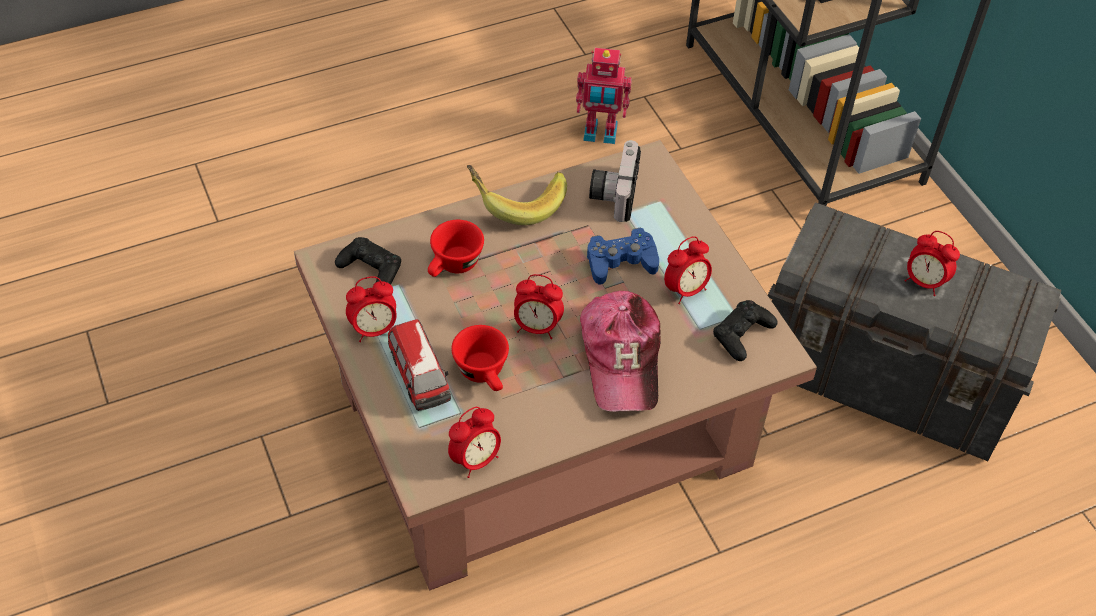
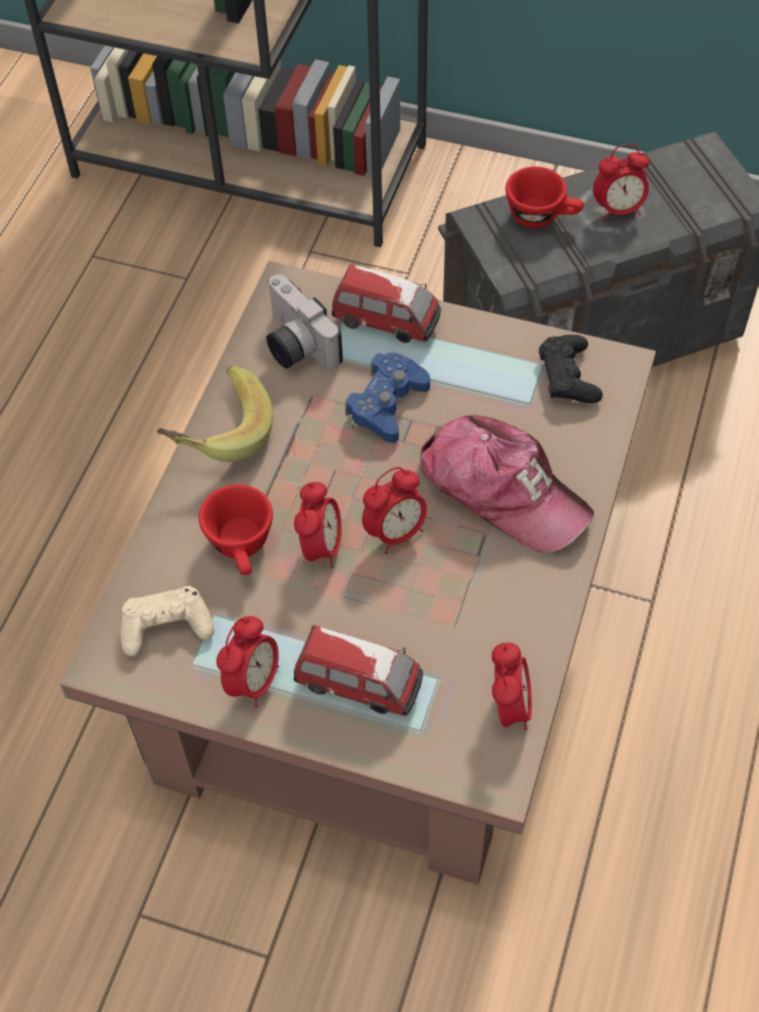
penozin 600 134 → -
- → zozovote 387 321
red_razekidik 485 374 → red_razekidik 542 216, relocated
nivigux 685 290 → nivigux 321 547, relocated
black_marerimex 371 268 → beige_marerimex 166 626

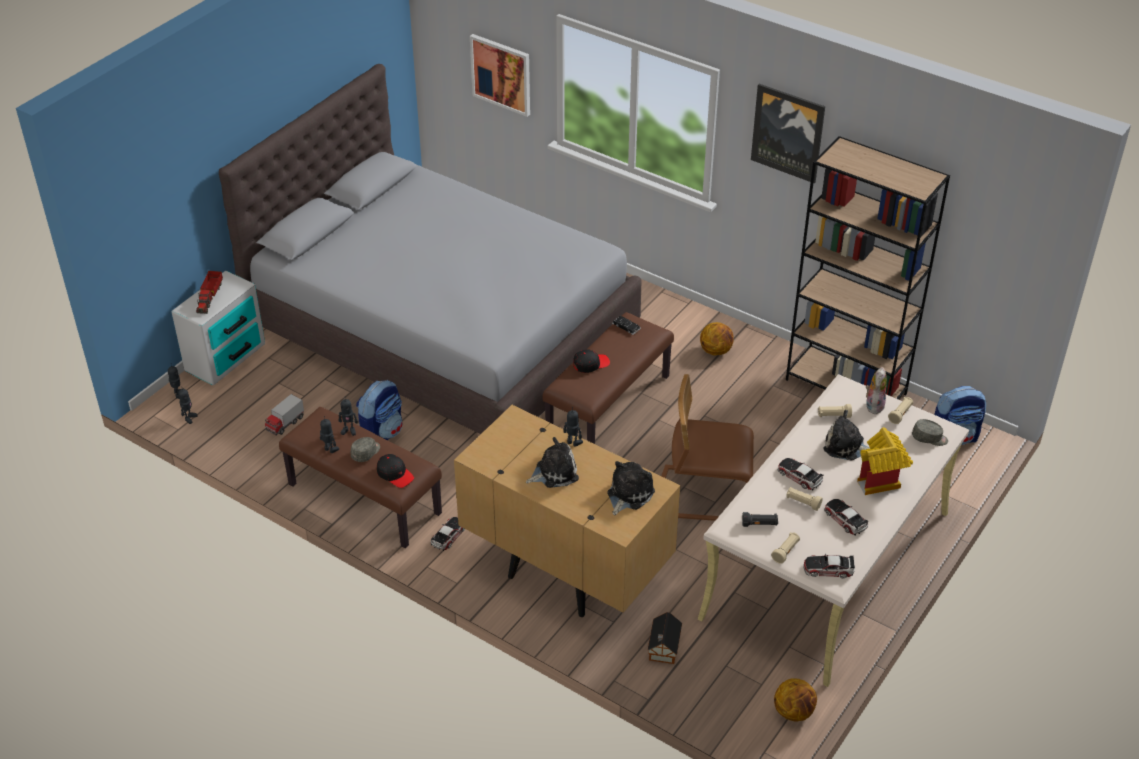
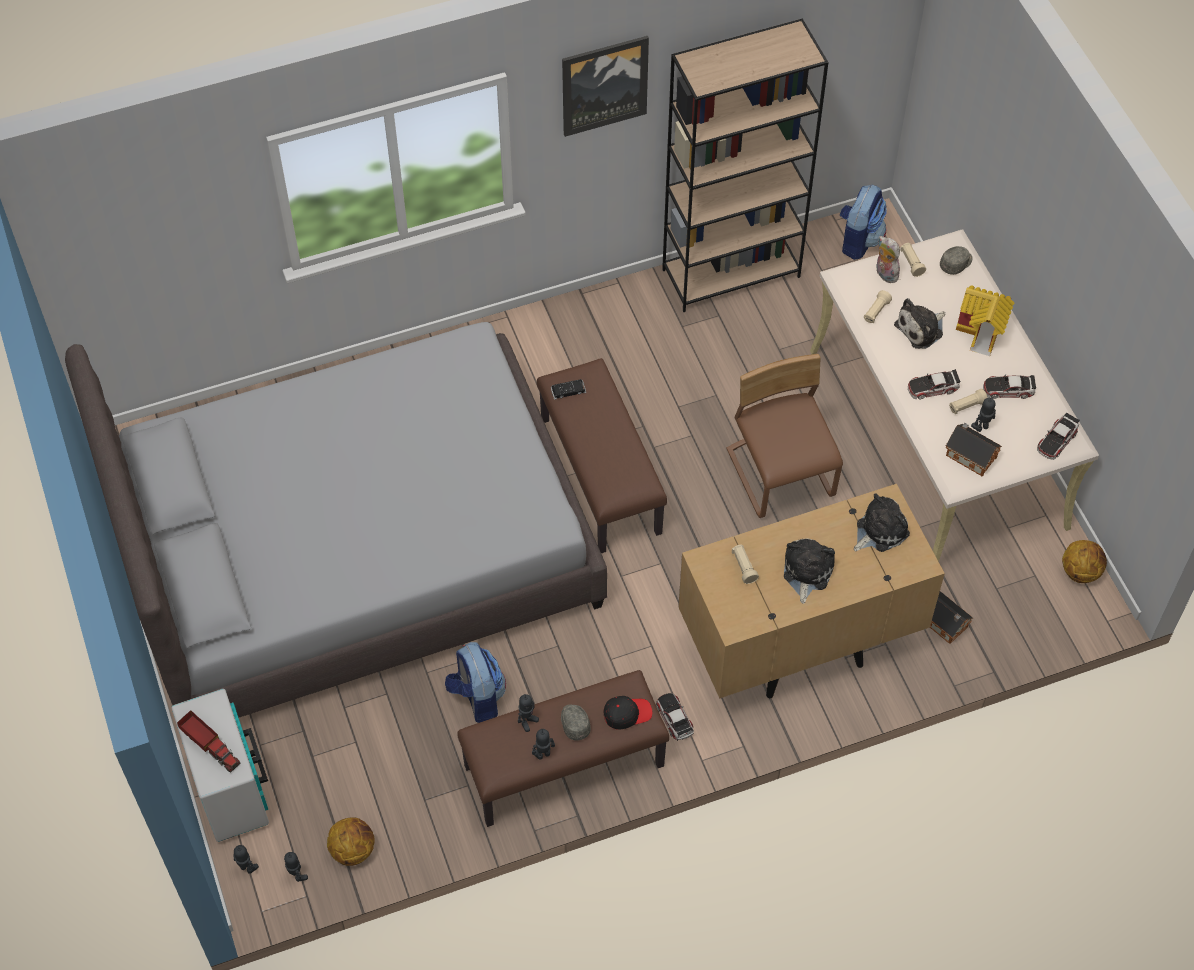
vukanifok 285 424 → -
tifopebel 501 74 → -
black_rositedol 590 364 → -
penozin 573 443 → penozin 982 427, relocated
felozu 716 350 → felozu 353 849, relocated
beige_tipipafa 786 551 → beige_tipipafa 743 567, relocated
black_tipipafa 759 524 → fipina 969 455
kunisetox 628 494 → kunisetox 879 530, 75 degrees clockwise
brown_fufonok 703 494 → brown_fufonok 781 474, 120 degrees clockwise

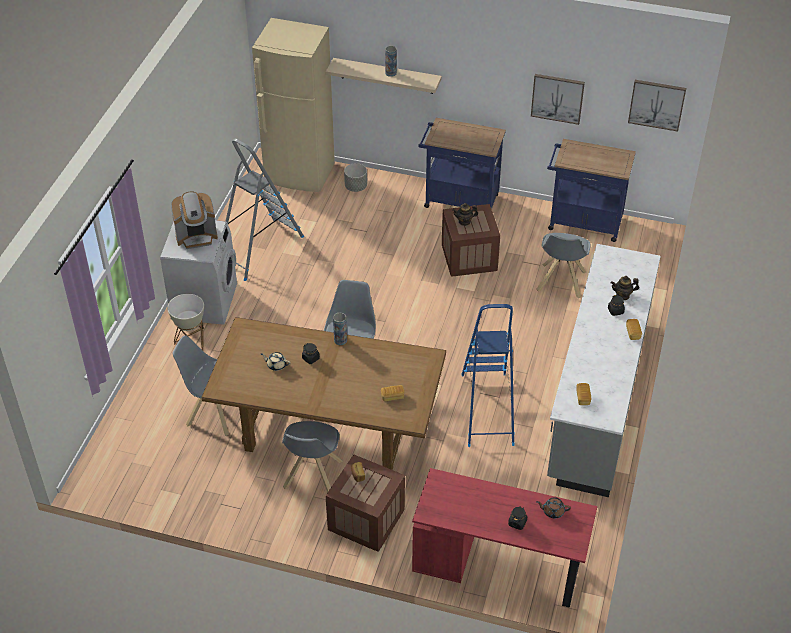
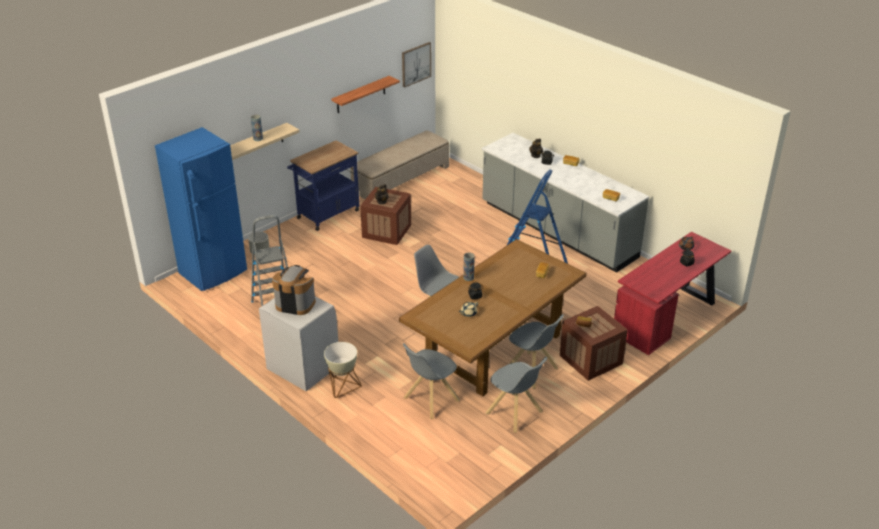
grey_fufonok 560 282 → grey_fufonok 515 413, relocated
tifopebel 557 98 → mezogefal 361 95
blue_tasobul 583 223 → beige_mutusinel 401 178
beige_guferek 299 174 → blue_guferek 213 272
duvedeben 196 236 → duvedeben 295 304, 90 degrees counterclockwise

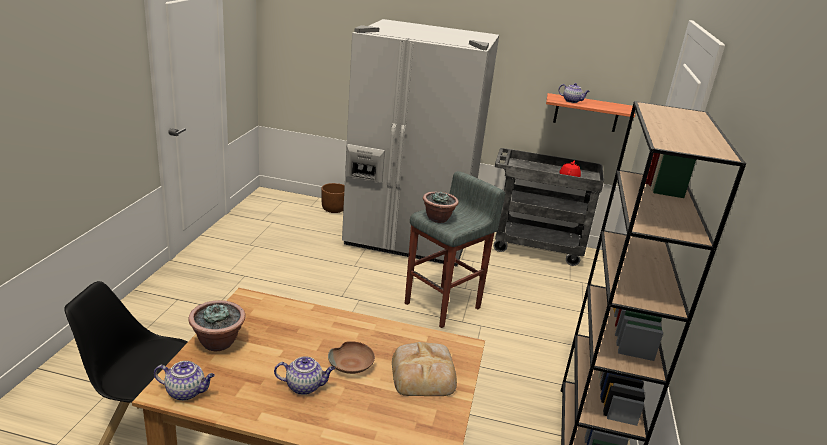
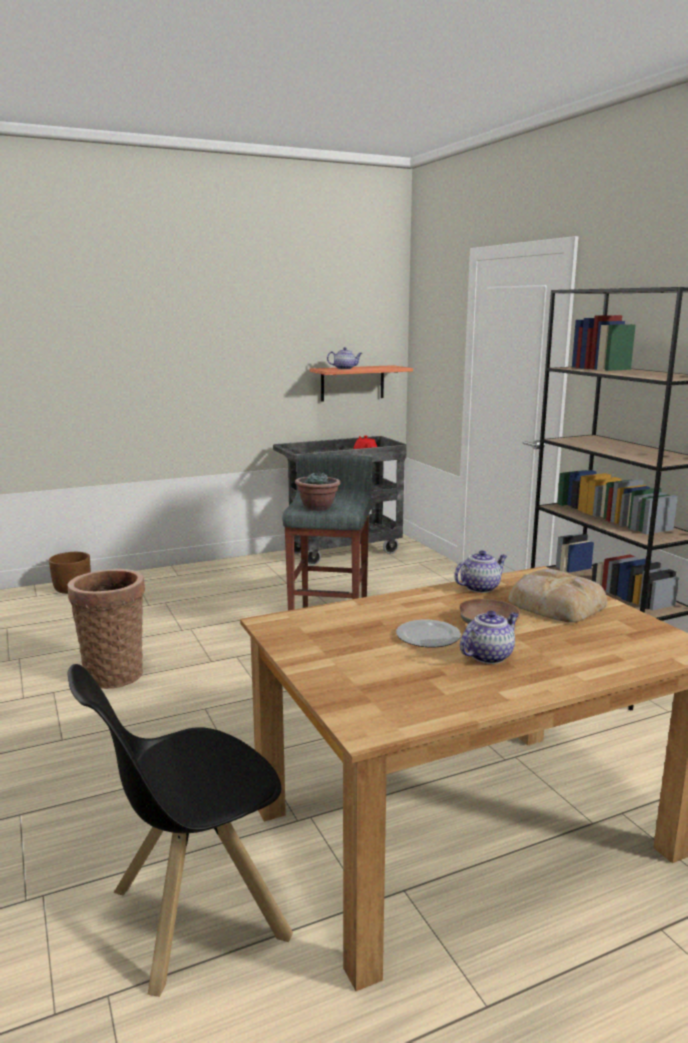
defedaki 218 342 → -
white_guferek 409 238 → -
- → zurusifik 114 673
- → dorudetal 428 637
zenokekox 186 392 → zenokekox 480 587, relocated

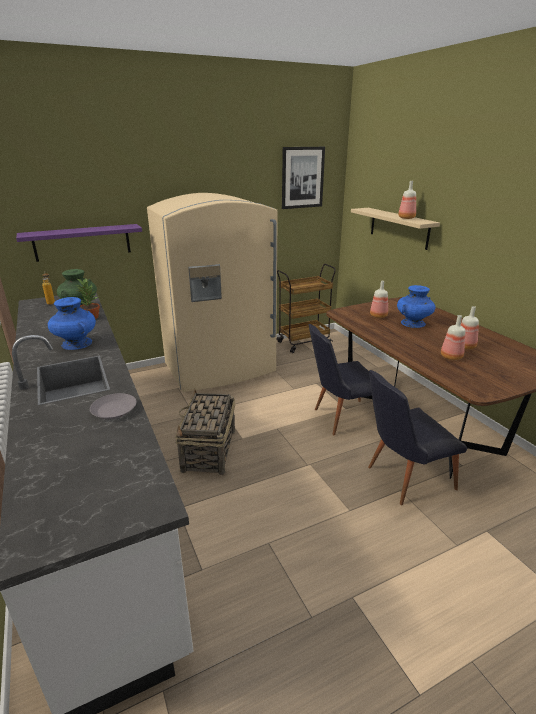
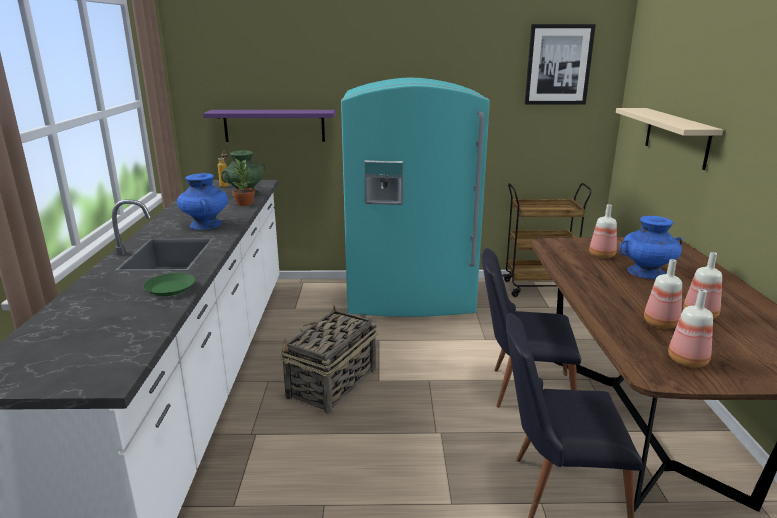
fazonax 407 218 → fazonax 688 361, relocated
grey_dorudetal 114 409 → green_dorudetal 170 288
beige_guferek 220 369 → turquoise_guferek 410 298

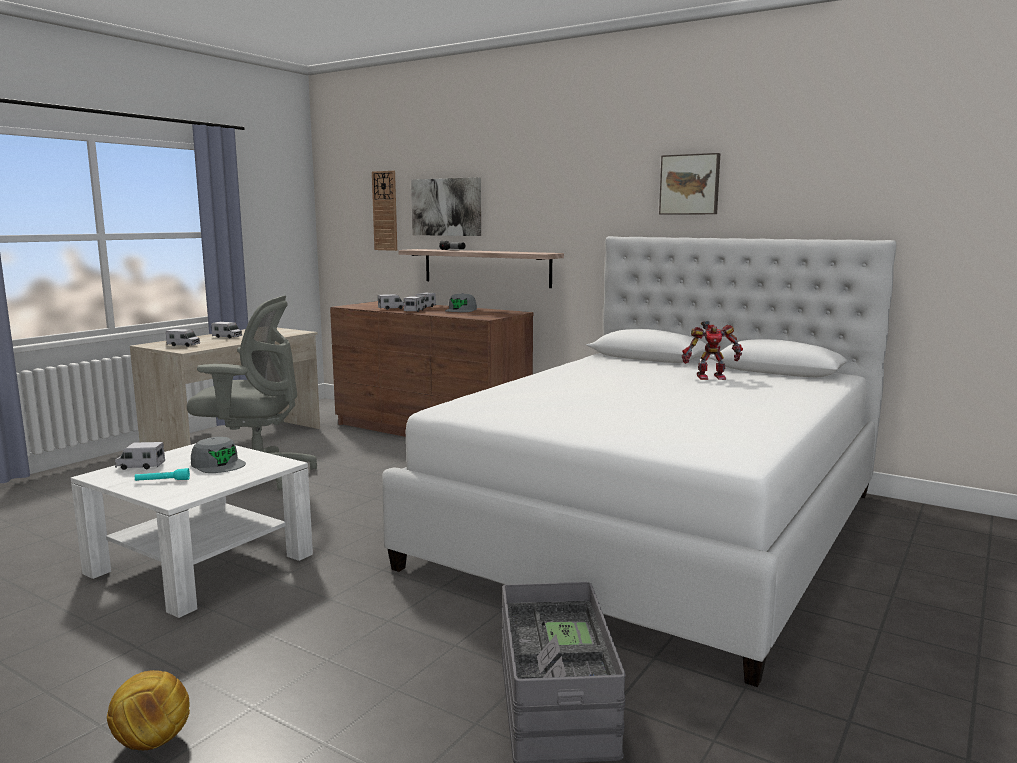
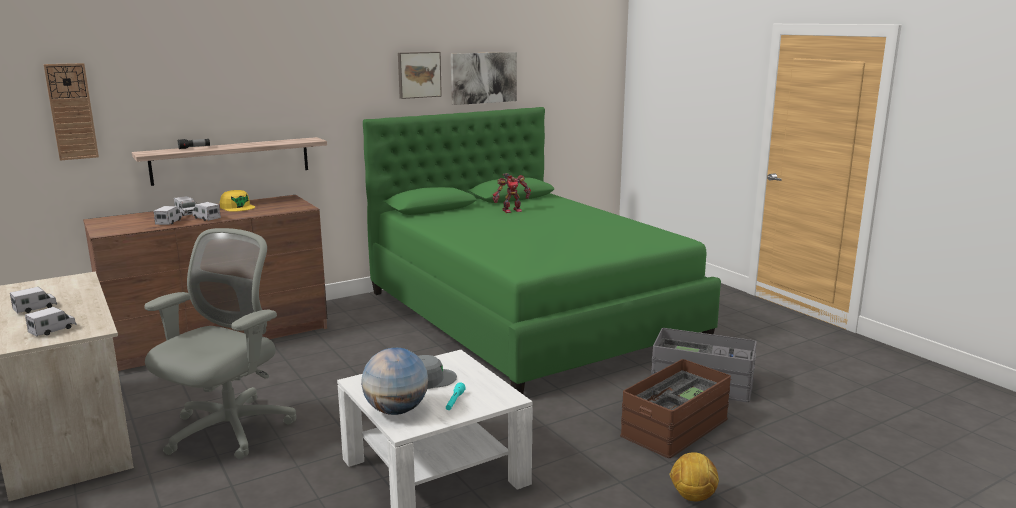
- → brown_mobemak 675 427
tifopebel 447 207 → tifopebel 483 77, relocated
vukanifok 140 466 → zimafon 396 410
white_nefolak 657 528 → green_nefolak 529 315
grey_rositedol 461 310 → yellow_rositedol 237 207
penozin 710 377 → penozin 511 210, 45 degrees clockwise

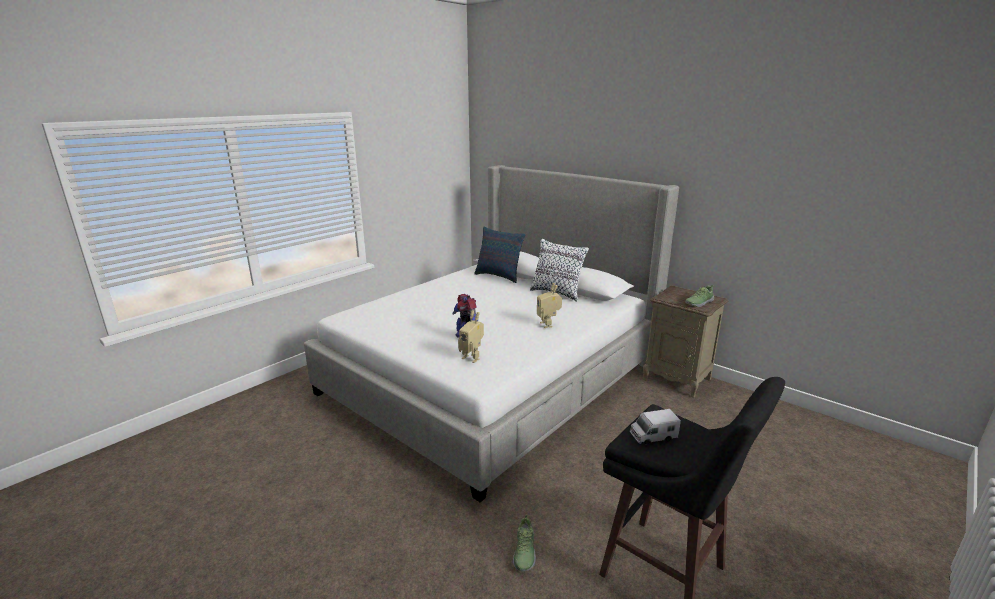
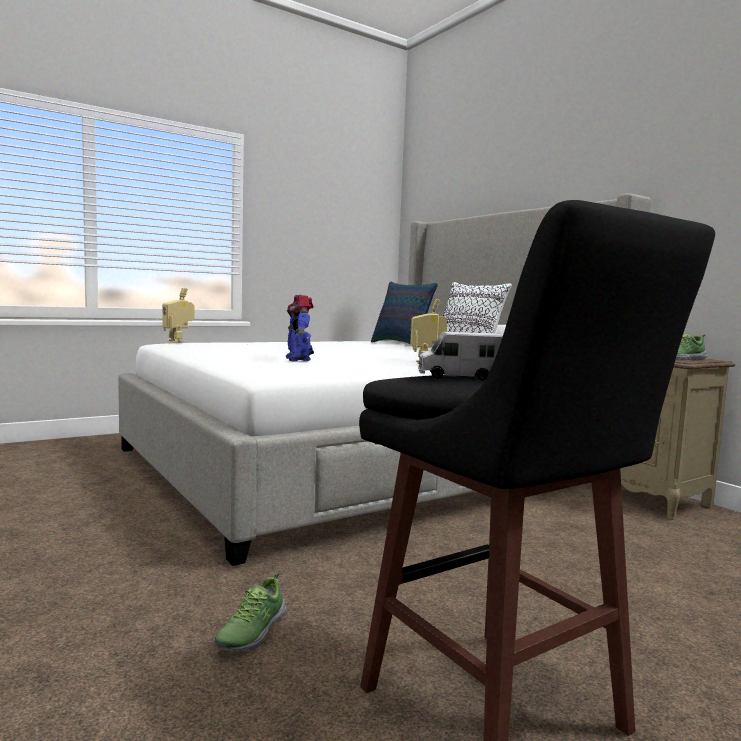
penozin 472 357 → penozin 178 341, relocated

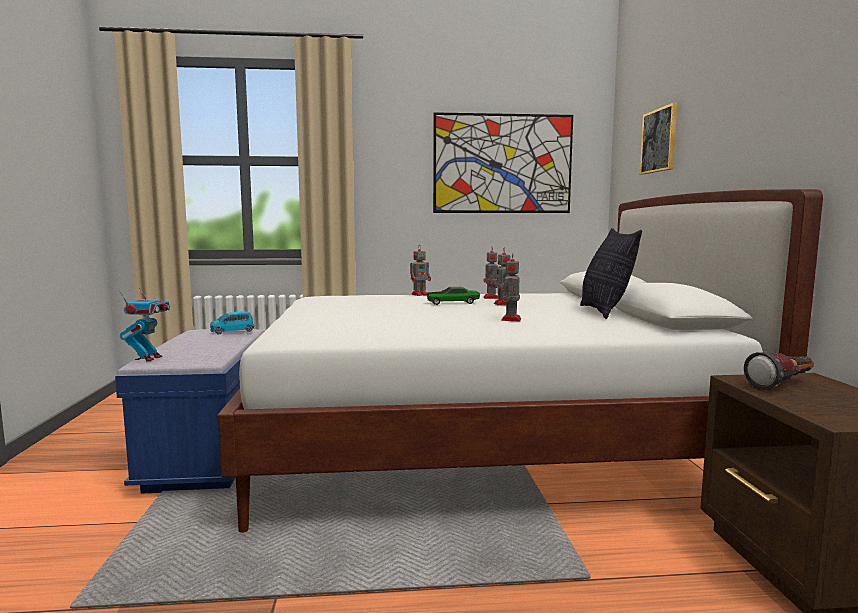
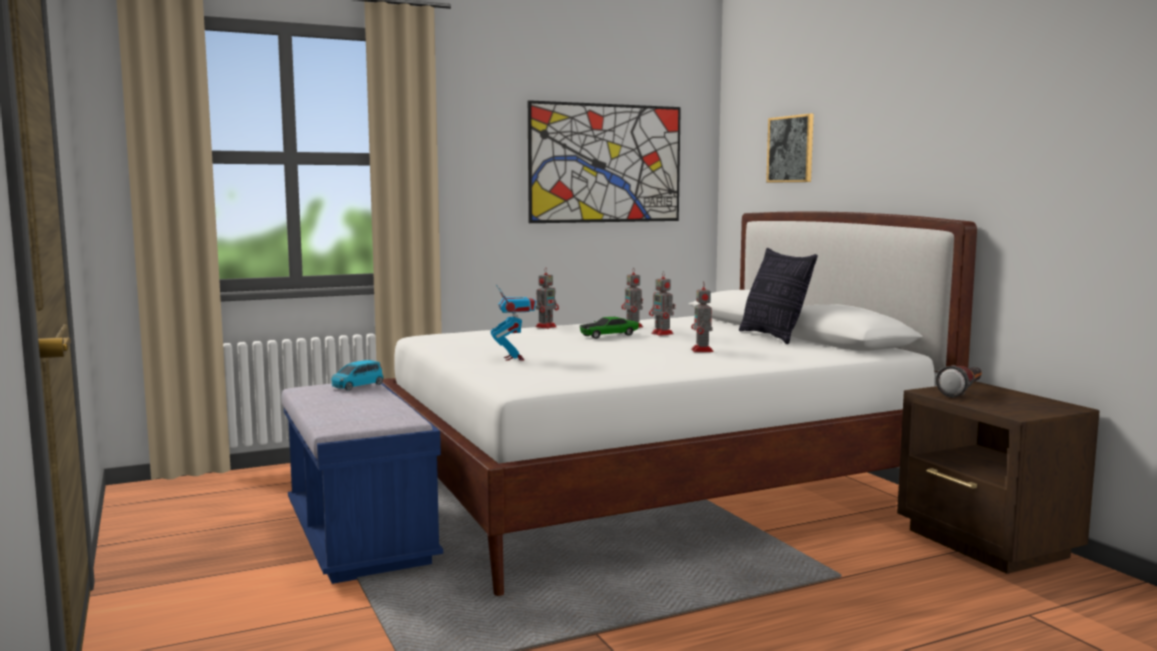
penozin 148 358 → penozin 514 358, relocated

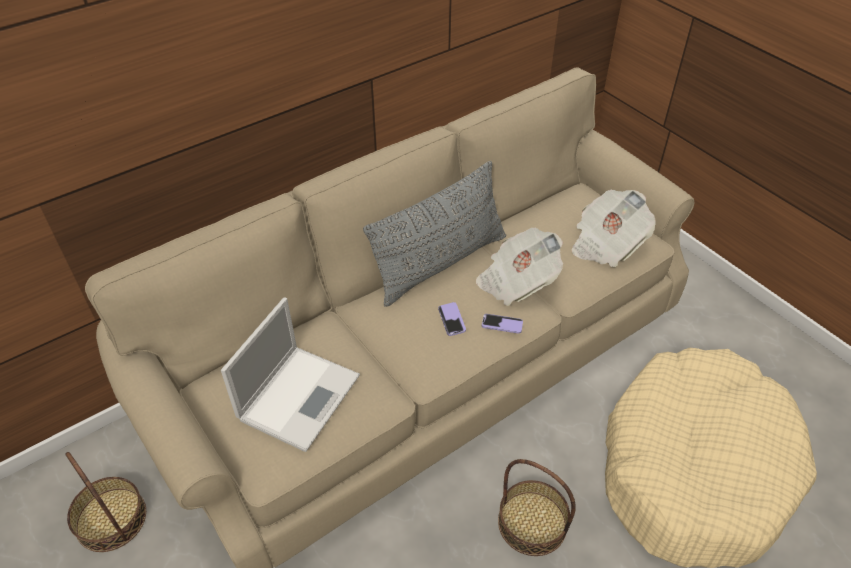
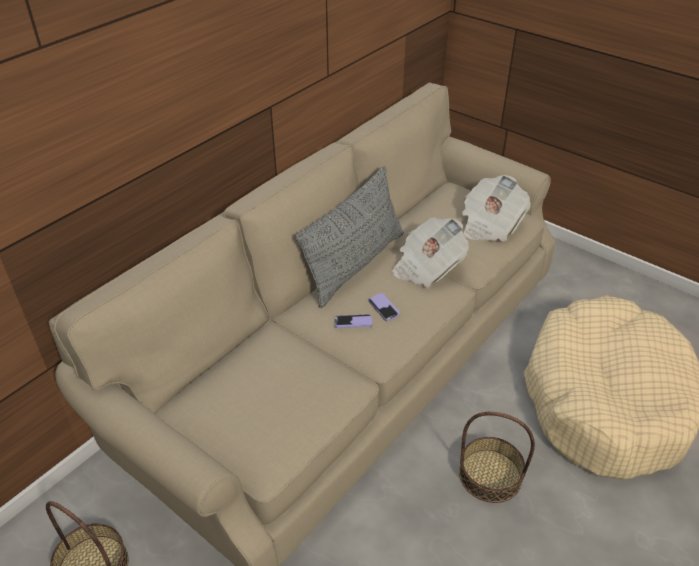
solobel 300 395 → -
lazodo 502 324 → lazodo 353 322, relocated

